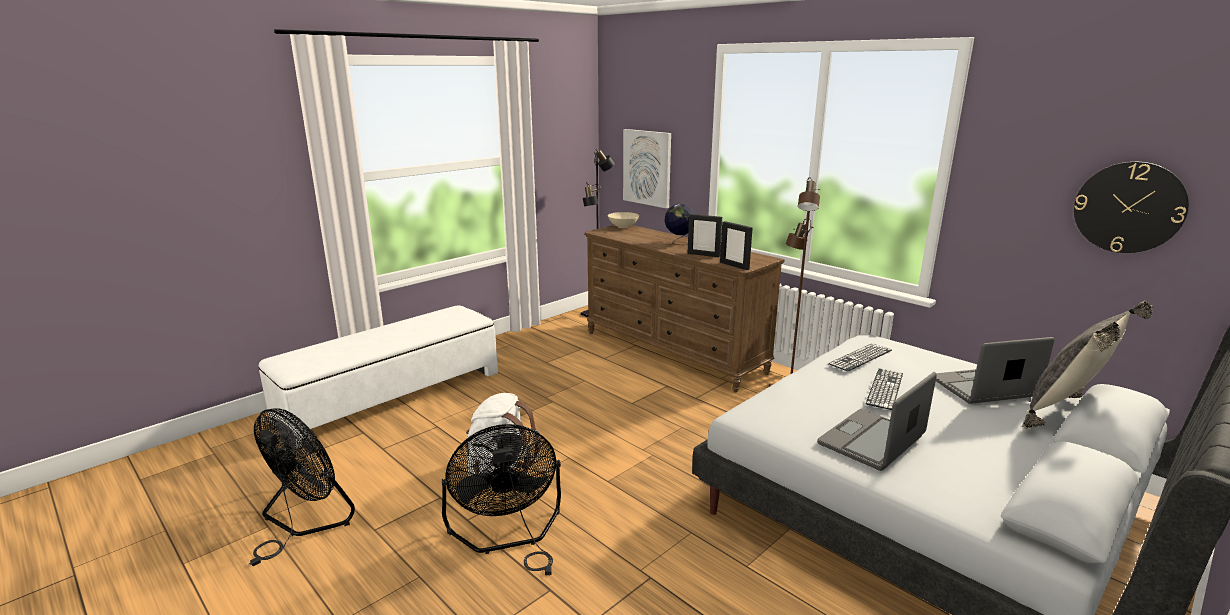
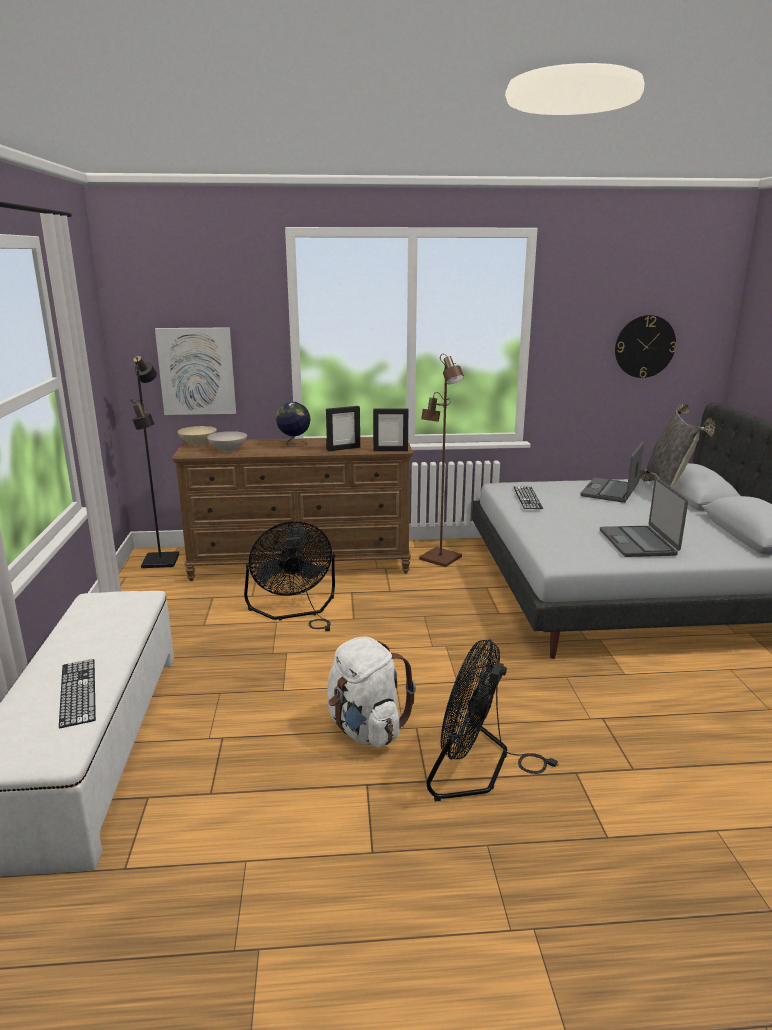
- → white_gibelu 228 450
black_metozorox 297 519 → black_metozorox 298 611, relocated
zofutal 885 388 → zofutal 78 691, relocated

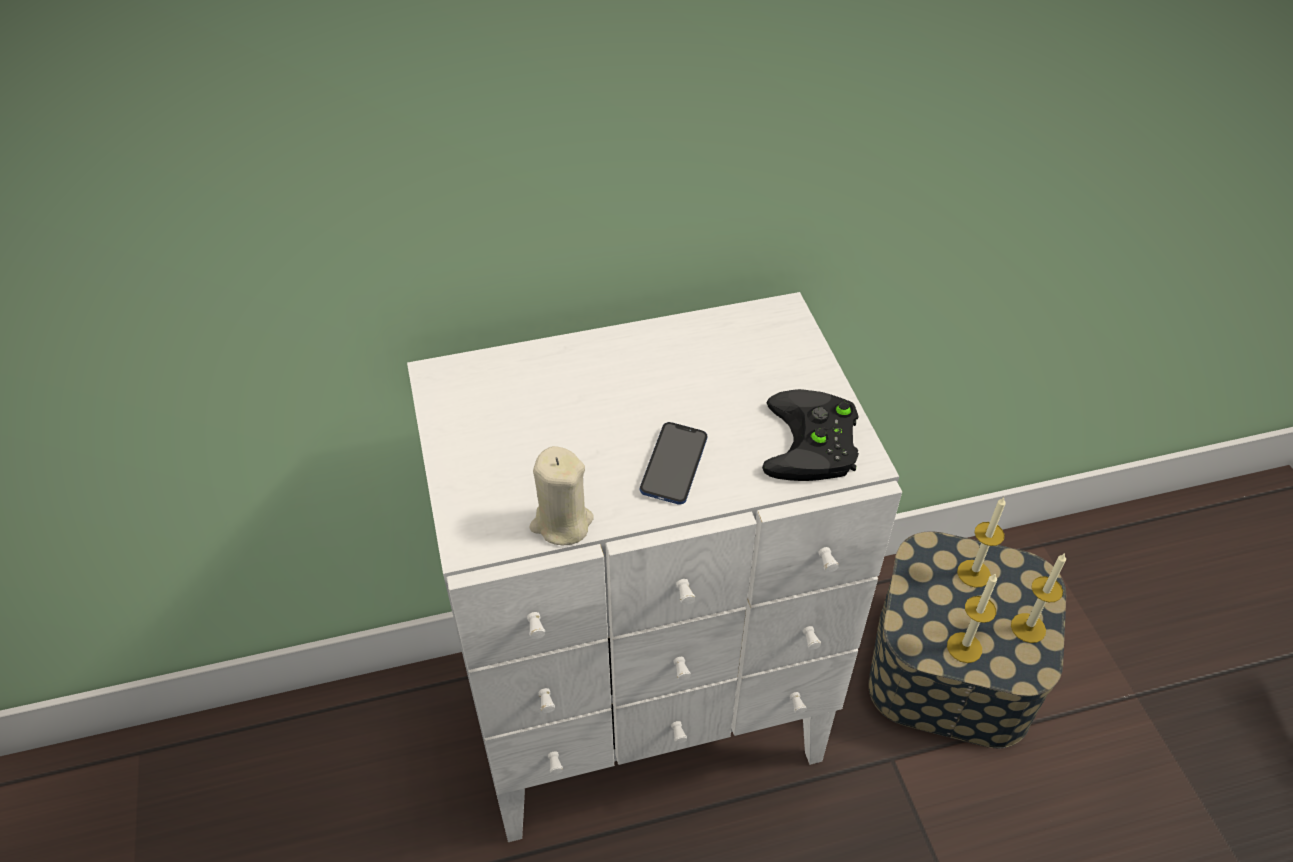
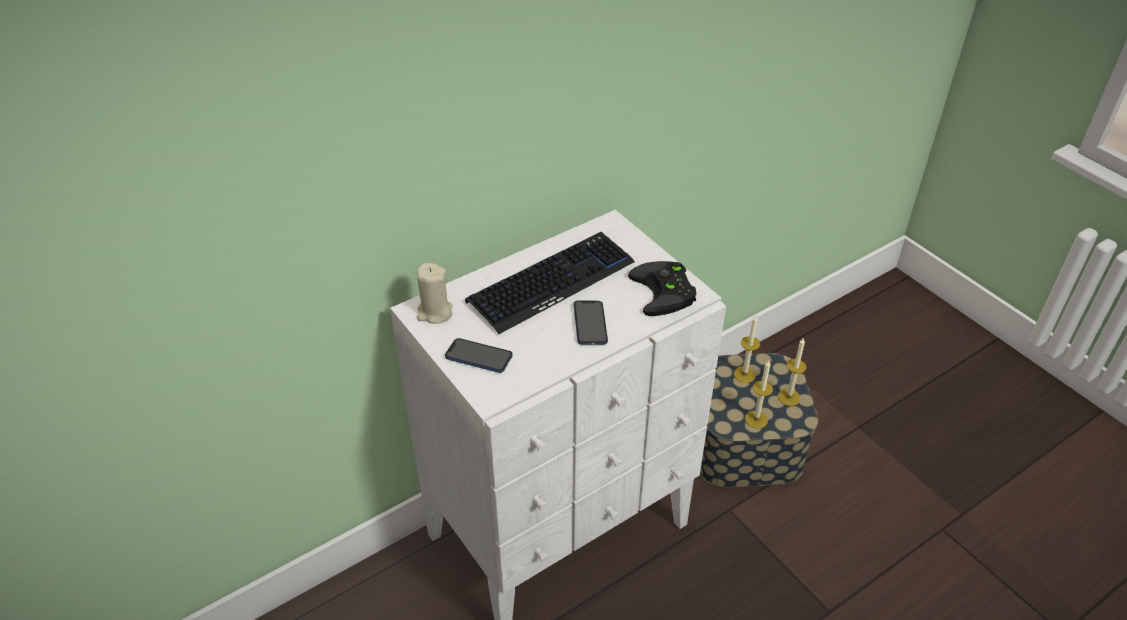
- → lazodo 479 357
- → zofutal 551 283
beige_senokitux 561 523 → beige_senokitux 434 312, relocated

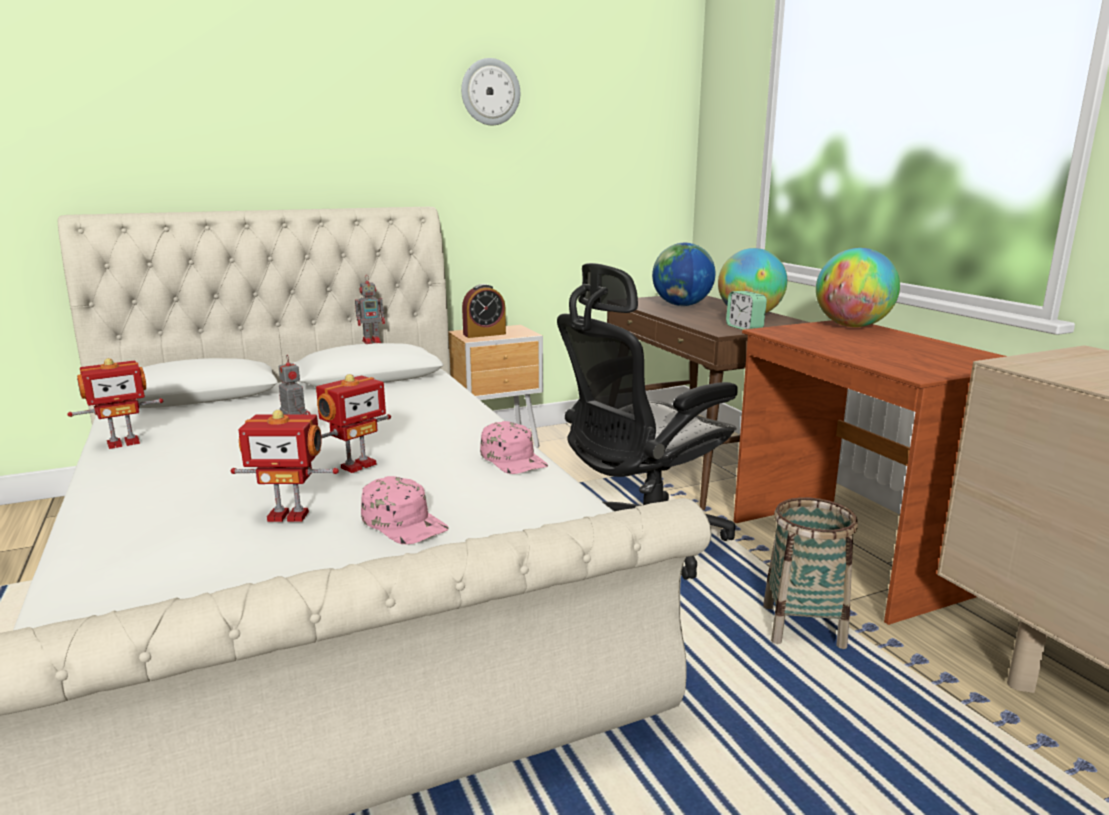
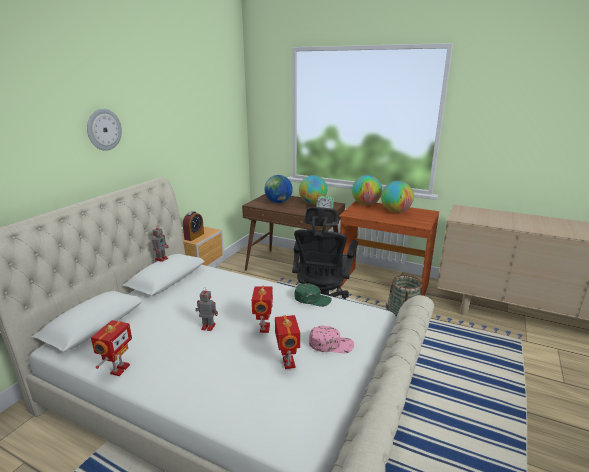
- → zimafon 395 211
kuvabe 490 92 → kuvabe 103 129, relocated
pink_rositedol 513 459 → green_rositedol 312 299
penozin 289 515 → penozin 287 363, 60 degrees counterclockwise

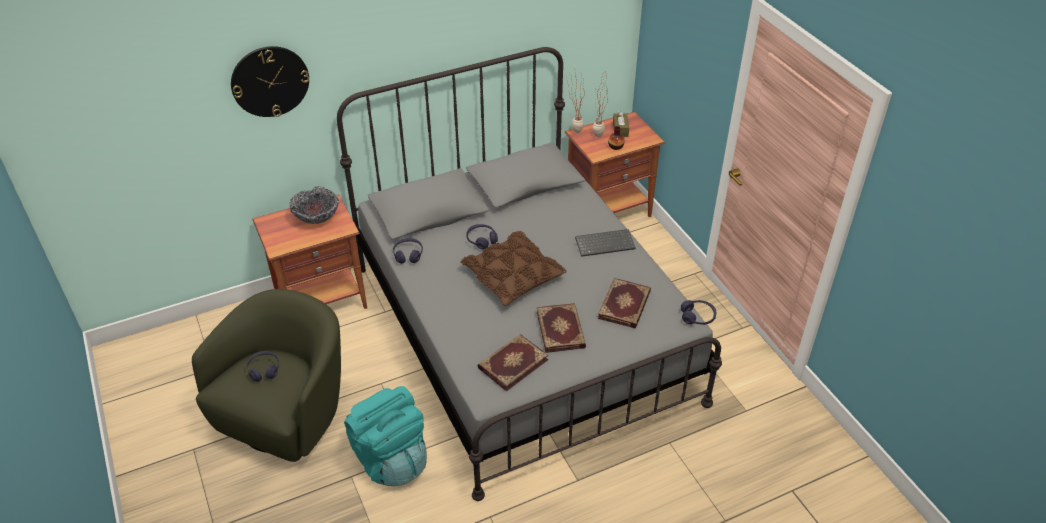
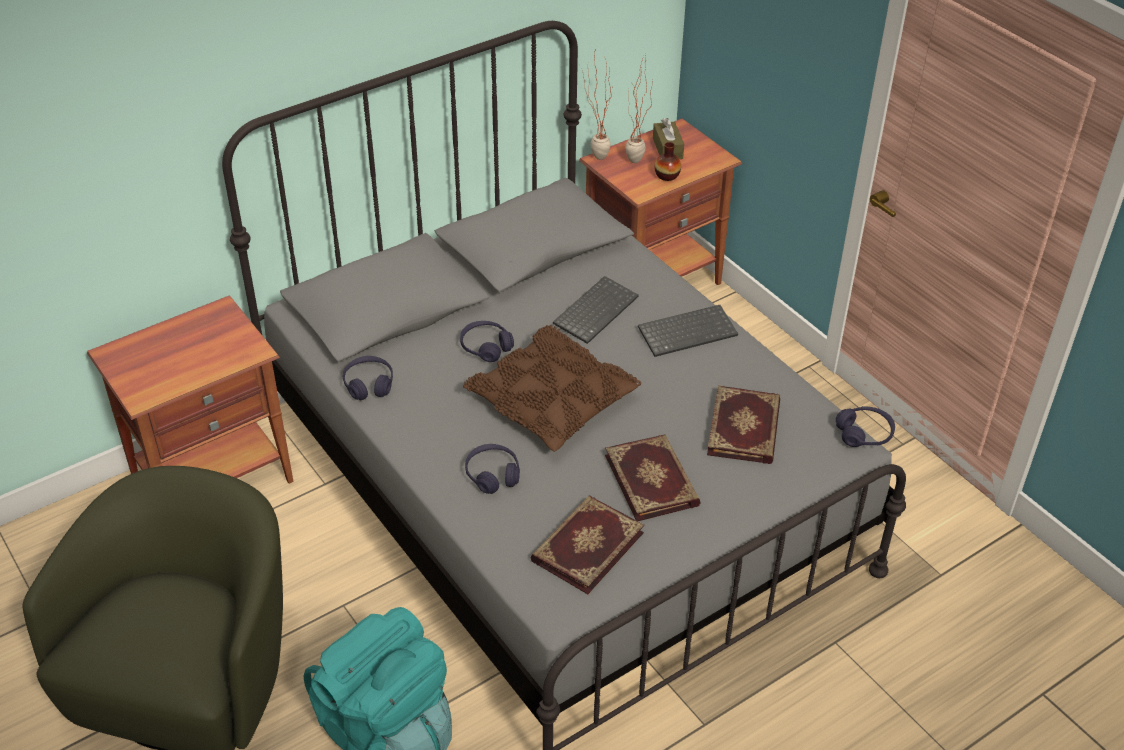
kuvabe 270 81 → -
gibelu 317 217 → -
- → zofutal 595 310
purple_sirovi 264 370 → purple_sirovi 492 475, relocated

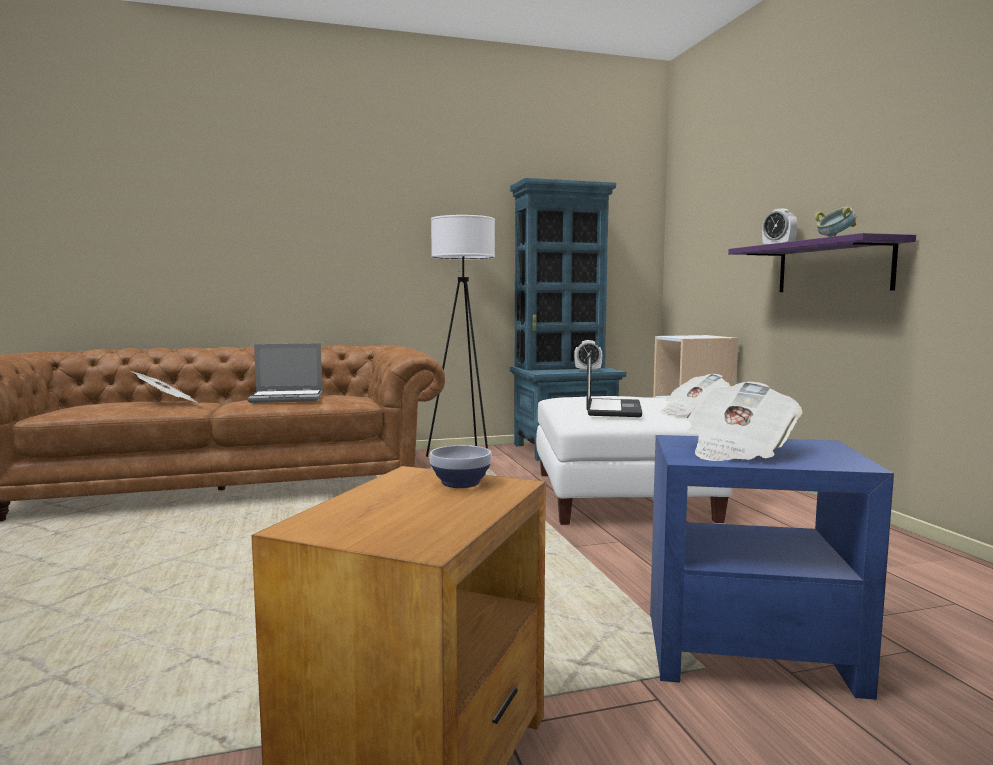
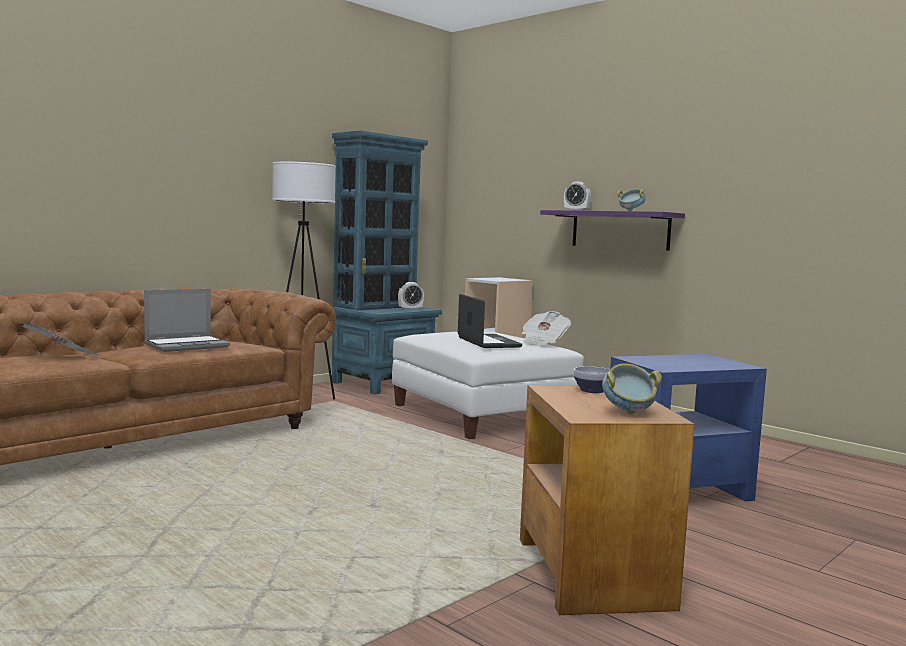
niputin 737 451 → -
- → gibelu 627 412

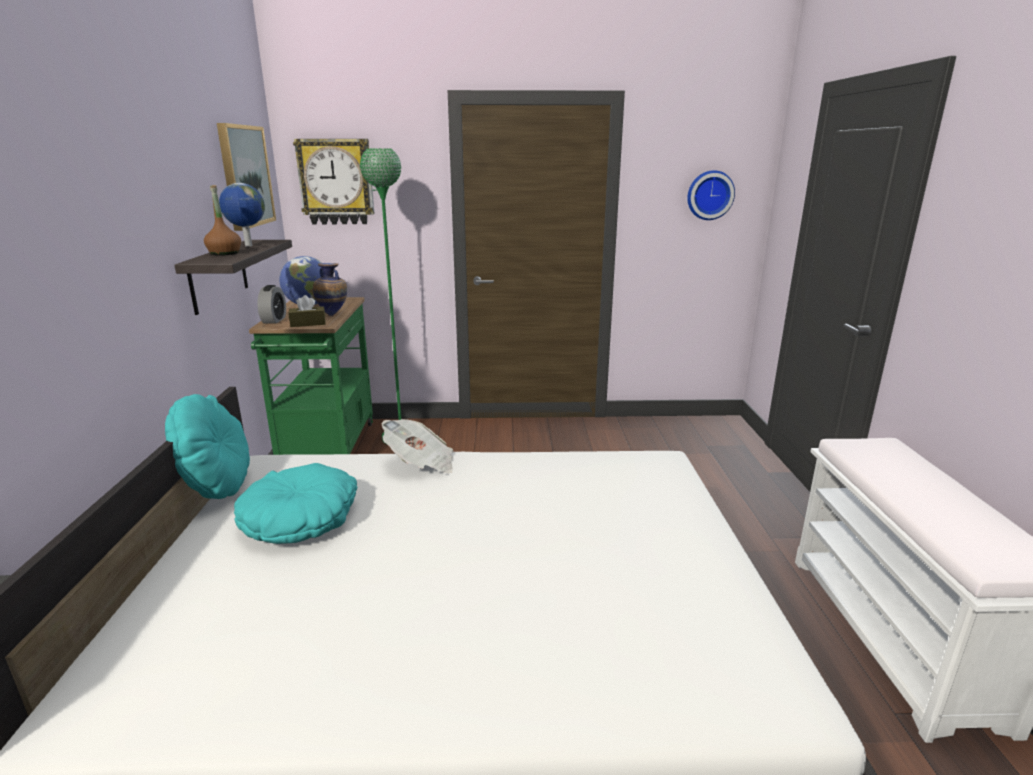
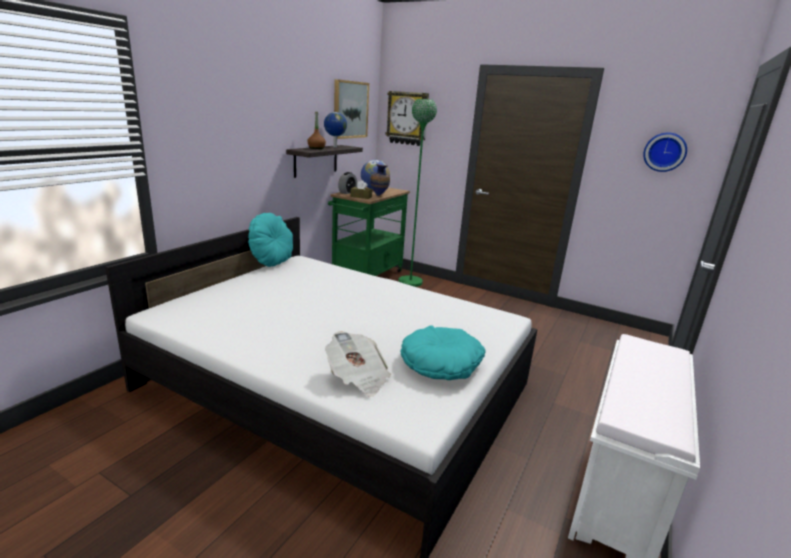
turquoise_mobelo 298 519 → turquoise_mobelo 439 363, relocated
niputin 421 463 → niputin 358 378, relocated

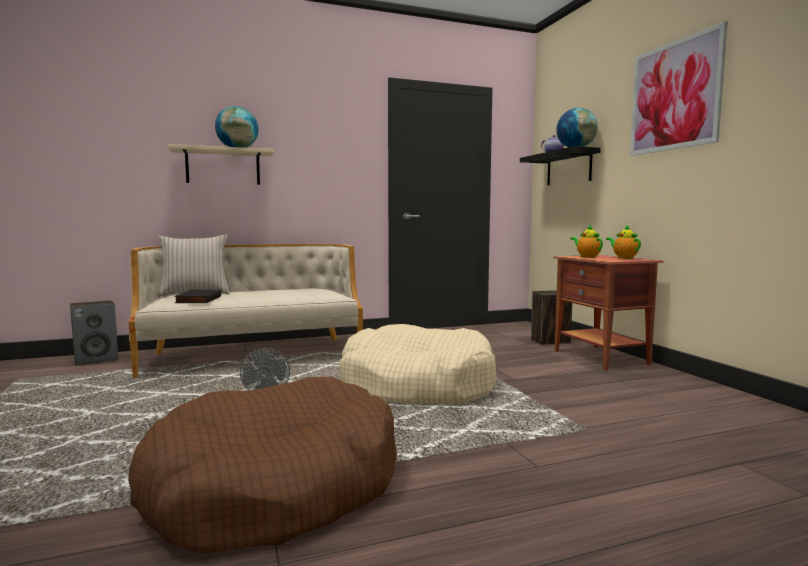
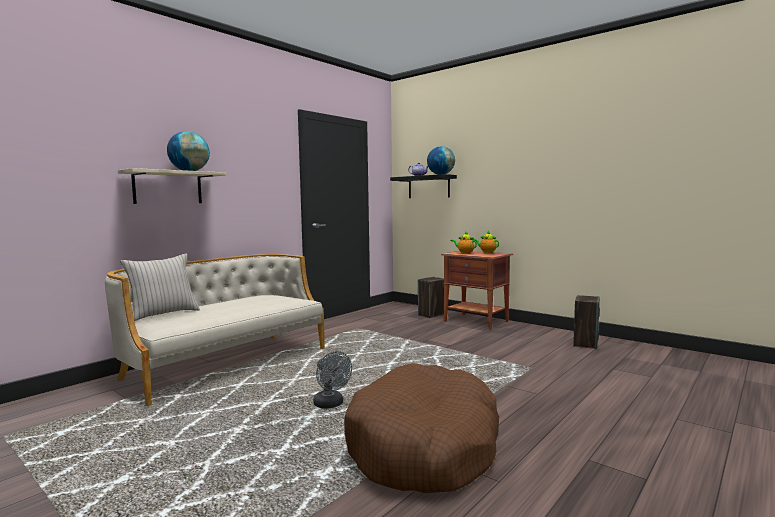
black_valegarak 197 299 → -
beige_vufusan 417 385 → -
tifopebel 674 96 → -
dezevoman 96 359 → dezevoman 585 343, relocated

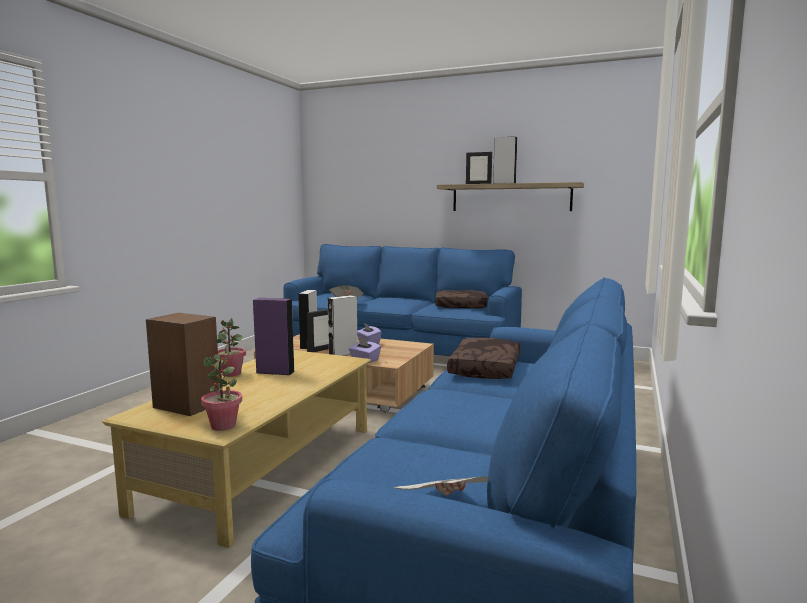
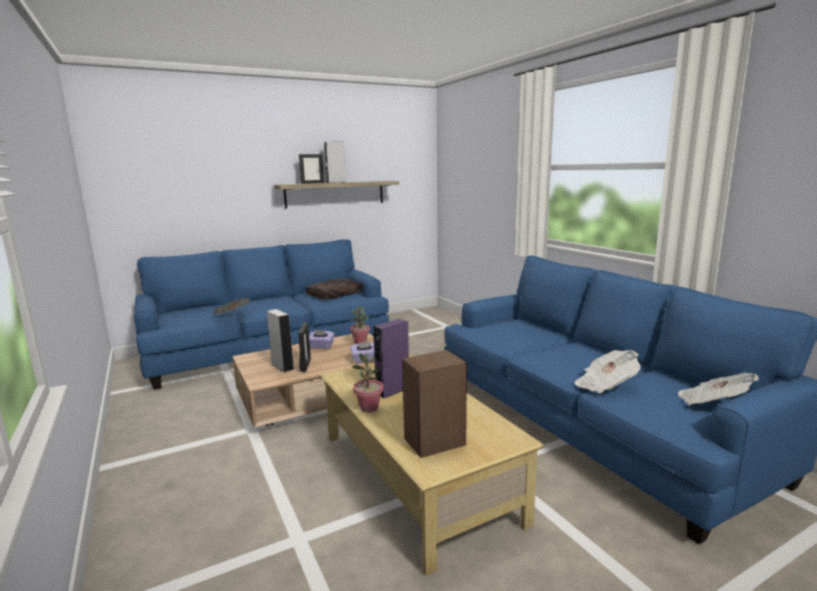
grey_dezevoman 343 354 → -
brown_mobelo 486 369 → -
- → niputin 605 385
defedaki 223 426 → defedaki 360 342, relocated

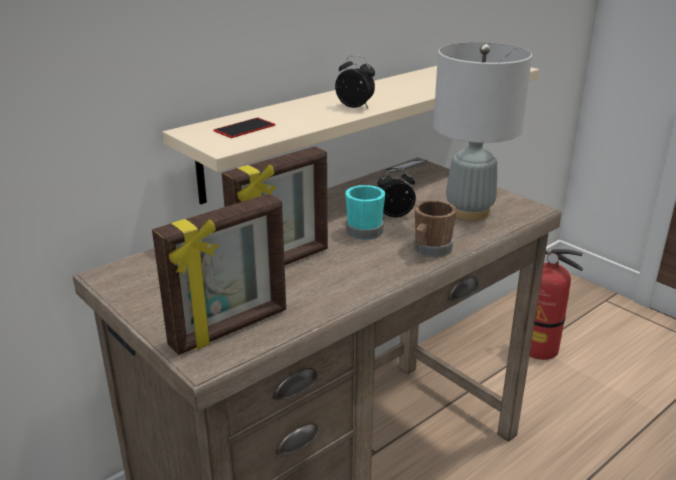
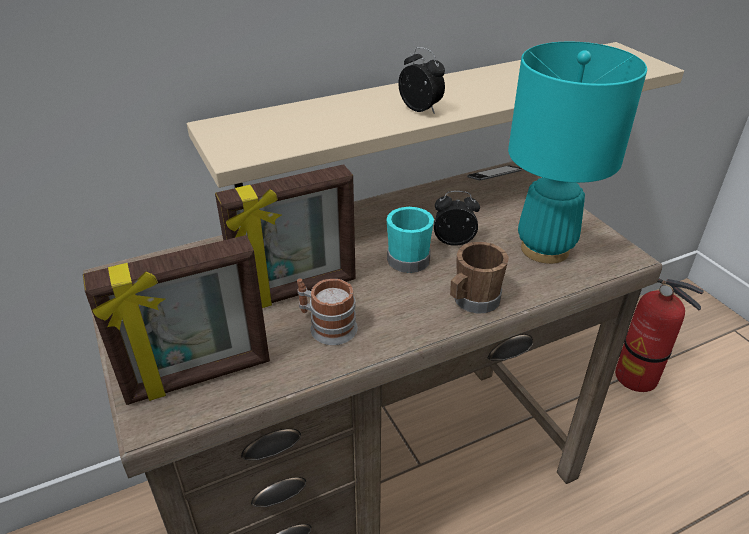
lazodo 244 128 → -
- → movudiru 326 326
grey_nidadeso 469 211 → turquoise_nidadeso 544 249

